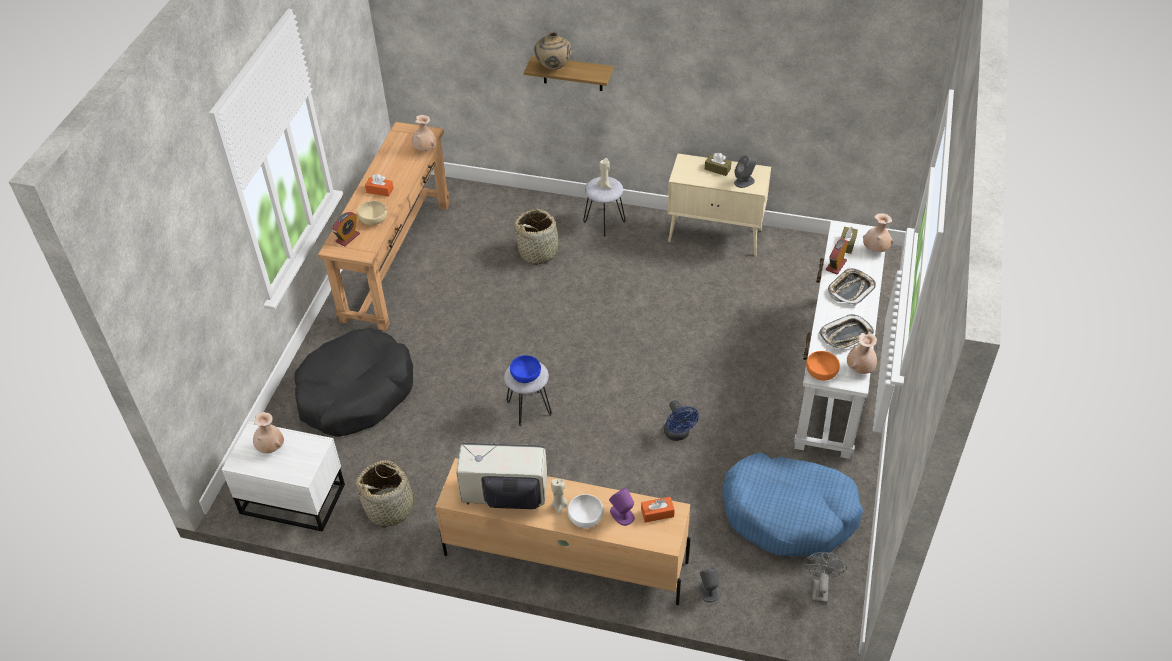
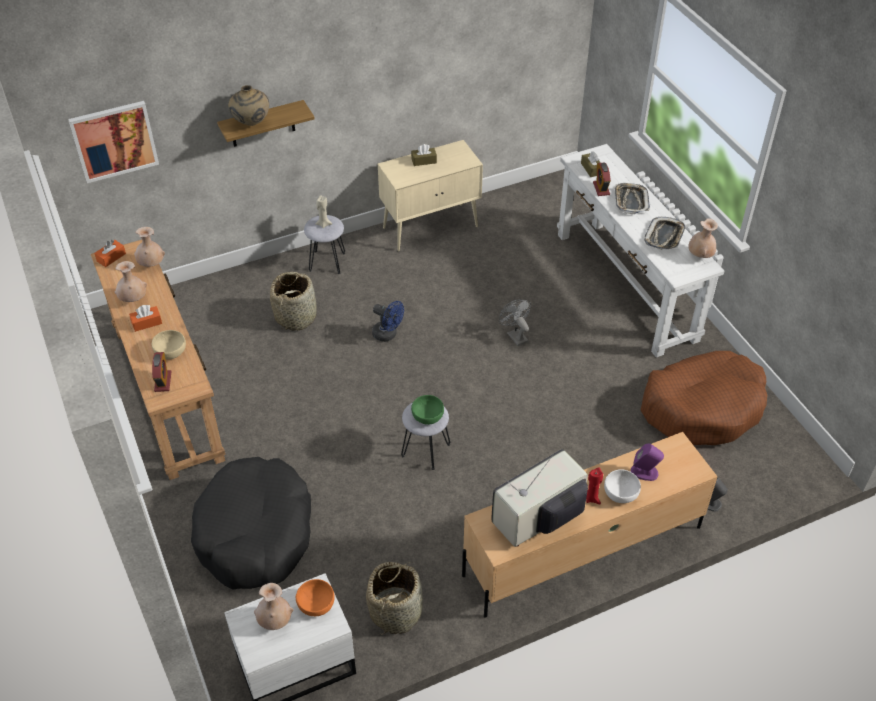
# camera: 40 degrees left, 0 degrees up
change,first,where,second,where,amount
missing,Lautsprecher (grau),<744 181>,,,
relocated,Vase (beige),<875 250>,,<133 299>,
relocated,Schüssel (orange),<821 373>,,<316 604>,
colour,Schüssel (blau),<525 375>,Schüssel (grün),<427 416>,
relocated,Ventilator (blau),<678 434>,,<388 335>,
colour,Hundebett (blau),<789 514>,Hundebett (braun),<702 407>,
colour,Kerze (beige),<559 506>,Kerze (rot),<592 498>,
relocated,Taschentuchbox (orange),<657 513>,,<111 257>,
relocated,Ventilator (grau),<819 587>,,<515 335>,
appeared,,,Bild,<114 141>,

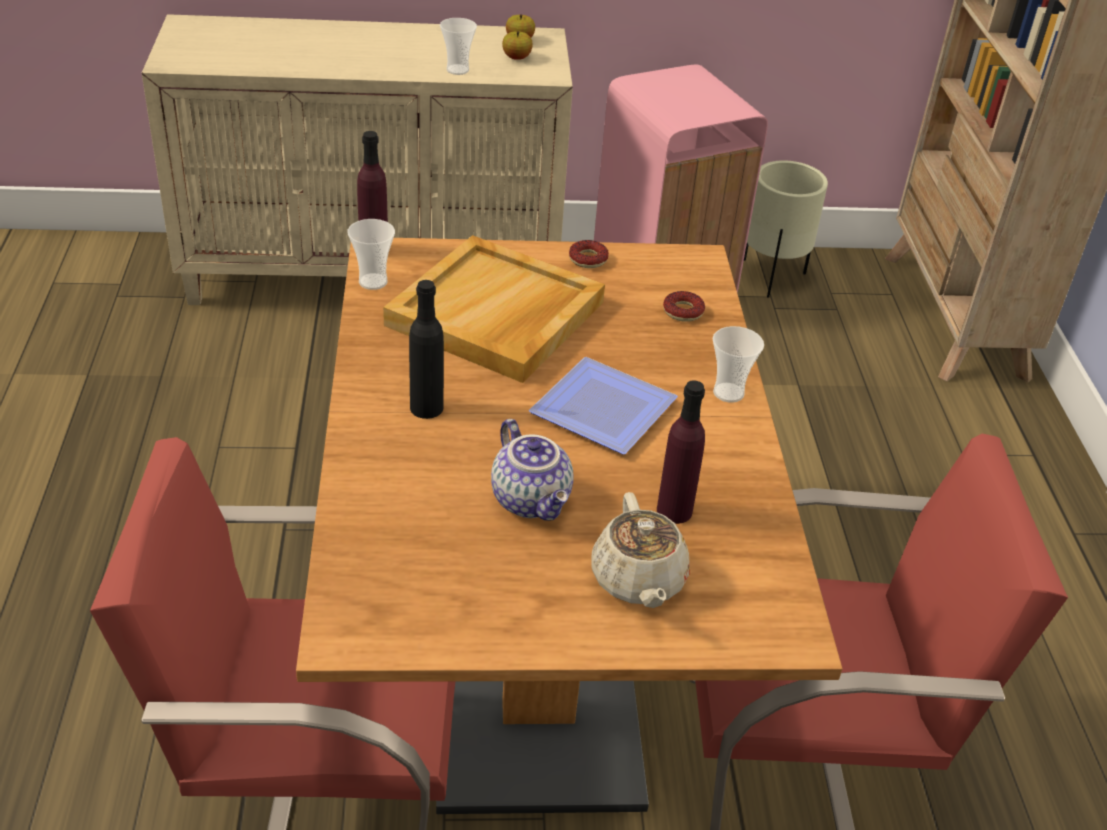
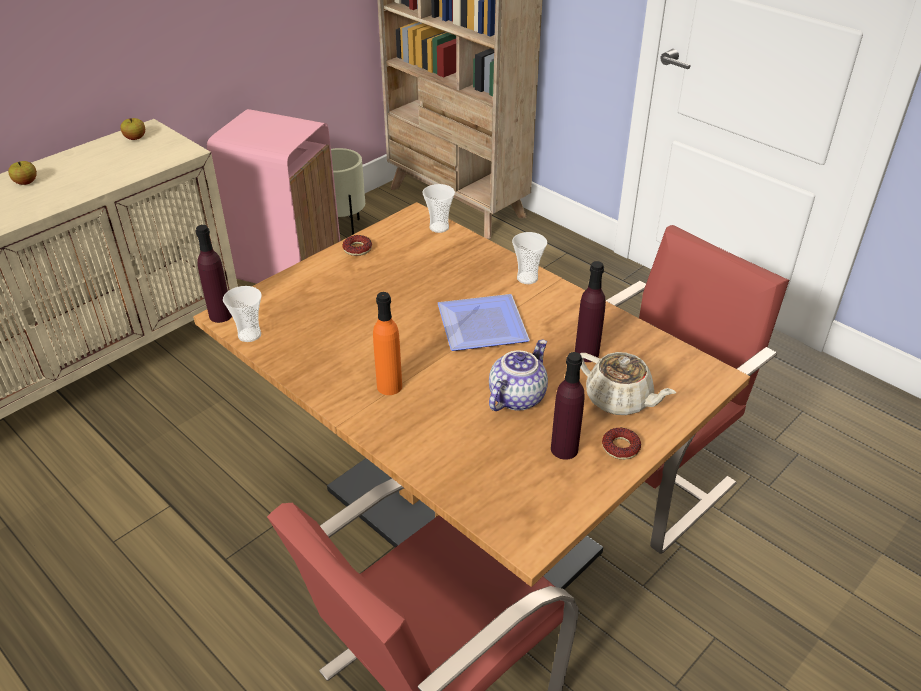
# camera: 40 degrees left, 0 degrees up
change,first,where,second,where,amount
relocated,Tasse,<457 70>,,<439 227>,
relocated,Apfel,<516 58>,,<26 182>,
missing,Tablett (beige),<496 315>,,,
colour,Flasche (schwarz),<426 407>,Flasche (orange),<389 386>,
relocated,Donut,<683 311>,,<620 447>,
spun,Teekanne,<533 500>,,<516 396>,75 degrees counterclockwise
appeared,,,Flasche (lila),<564 449>,

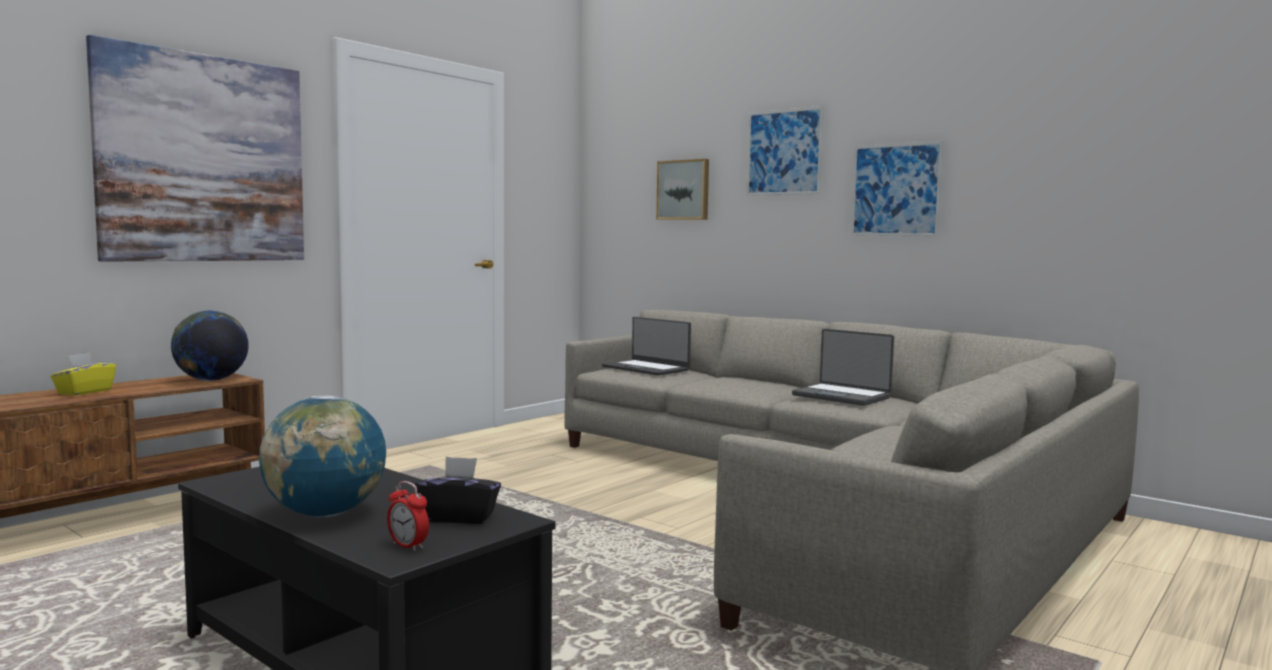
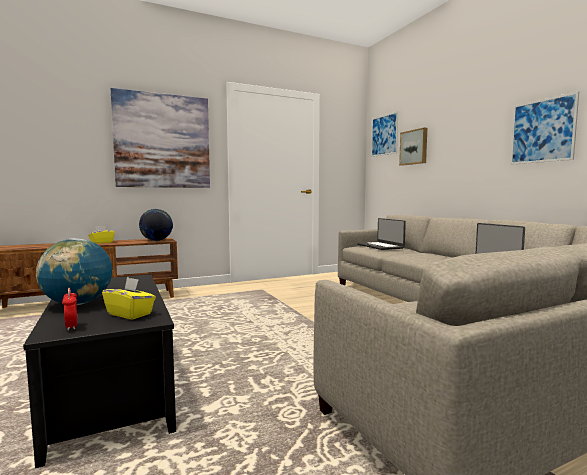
# camera: 25 degrees right, 0 degrees up
change,first,where,second,where,amount
relocated,Bild,<784 152>,,<384 135>,
colour,Taschentuchbox (schwarz),<459 517>,Taschentuchbox (gelb),<130 314>,

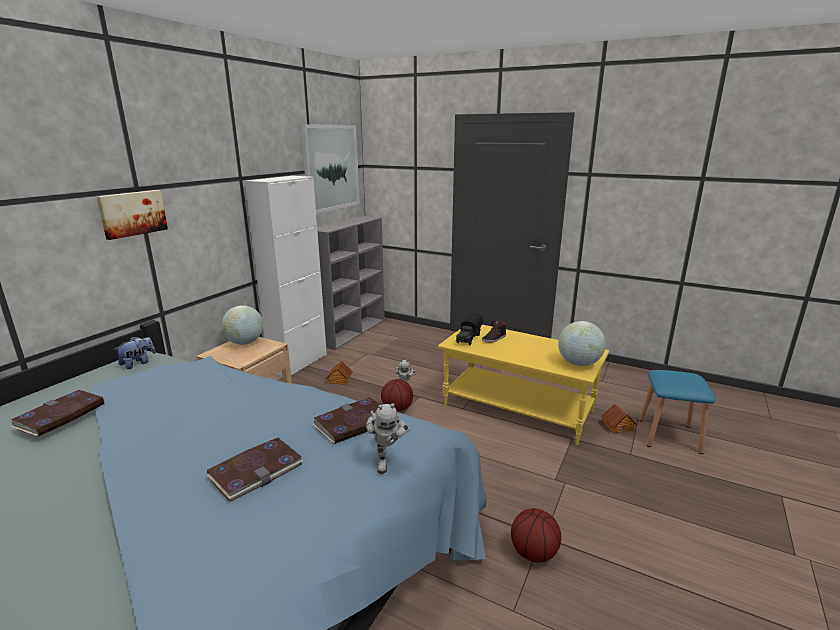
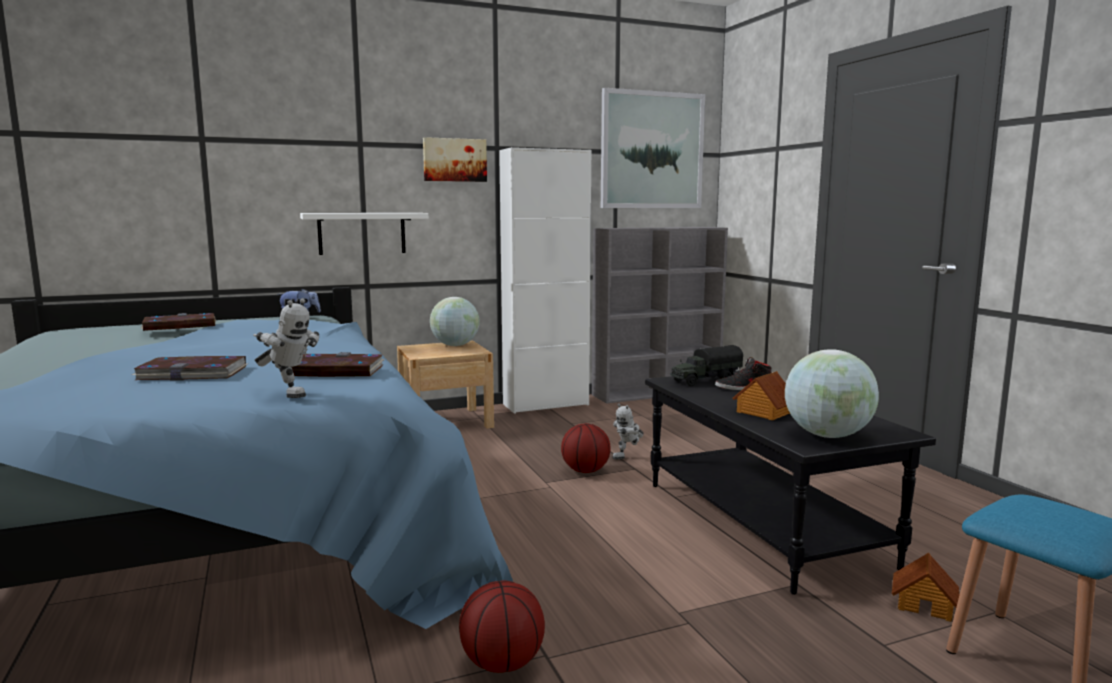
# camera: 40 degrees right, 10 degrees down
change,first,where,second,where,amount
relocated,Bild,<132 213>,,<454 160>,
colour,Couchtisch (gelb),<518 408>,Couchtisch (schwarz),<764 523>,
relocated,Spielzeughaus,<339 380>,,<763 412>,
spun,Spielzeugroboter,<386 460>,,<289 394>,90 degrees counterclockwise
appeared,,,Wandregal (weiß),<362 233>,

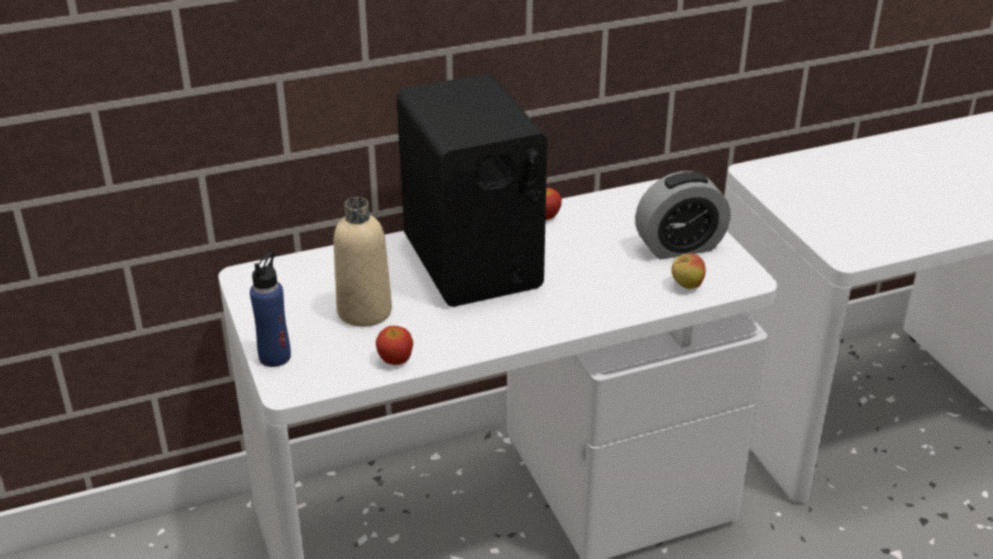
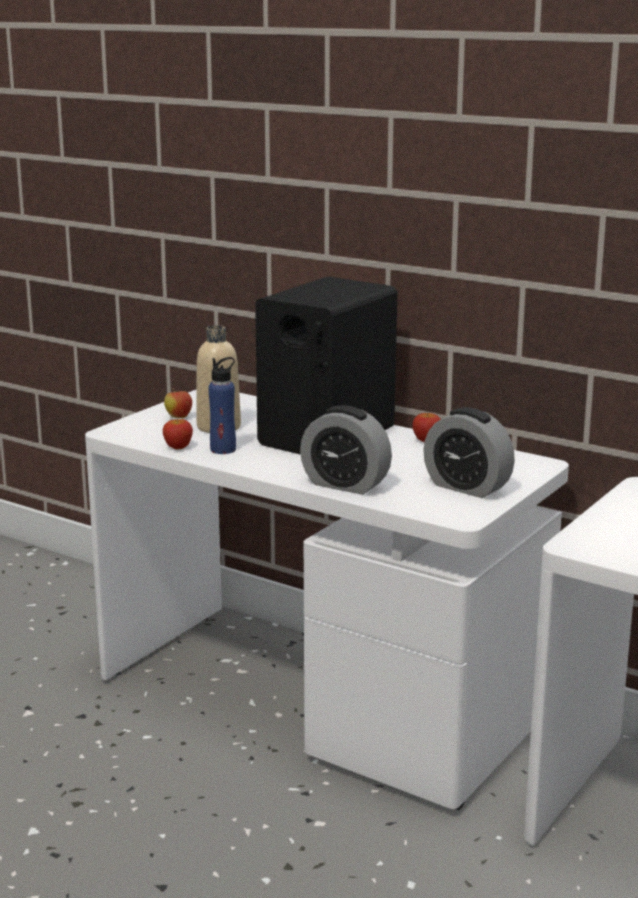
# camera: 55 degrees right, 15 degrees down
change,first,where,second,where,amount
relocated,Flasche (blau),<275 357>,,<223 449>,
relocated,Apfel,<686 286>,,<178 417>,
appeared,,,Wecker,<345 484>,

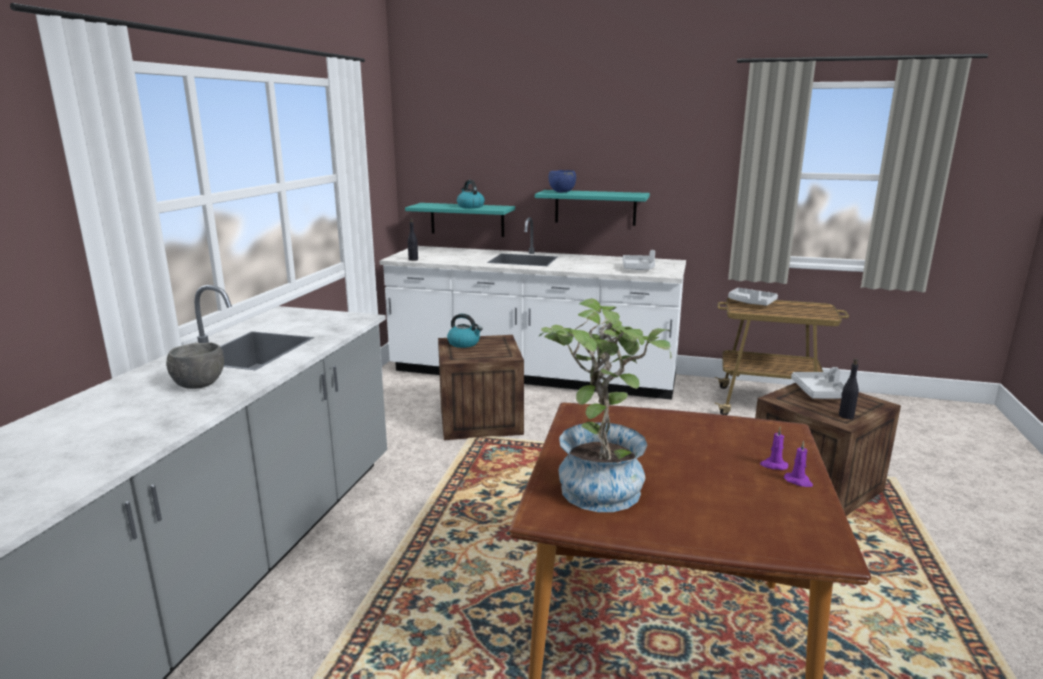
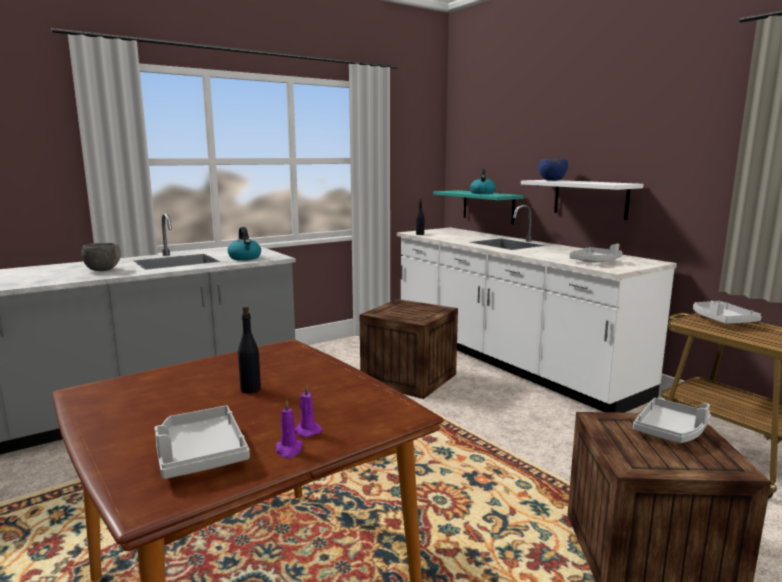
# camera: 40 degrees right, 5 degrees down
change,first,where,second,where,amount
colour,Wandregal (türkis),<595 207>,Wandregal (weiß),<590 198>,
missing,Topfpflanze,<599 483>,,,
relocated,Wasserkessel,<464 343>,,<245 258>,
relocated,Flasche (schwarz),<846 416>,,<250 389>,
appeared,,,Tablett (grau),<200 454>,

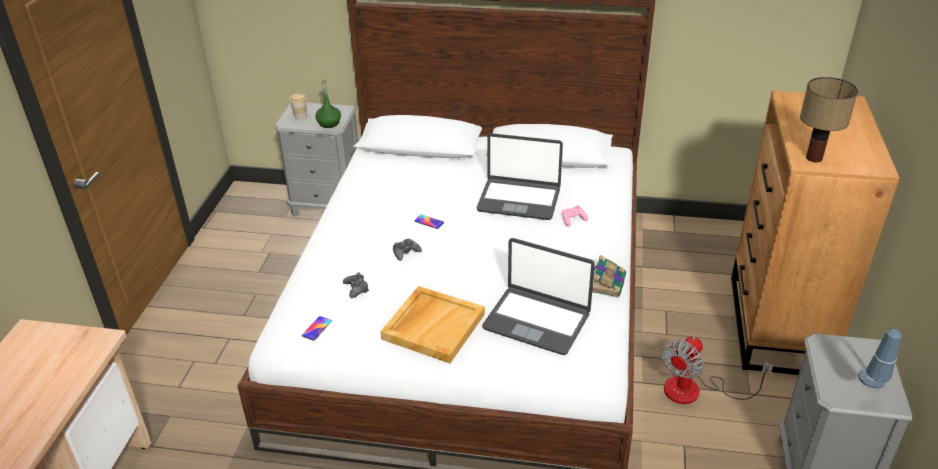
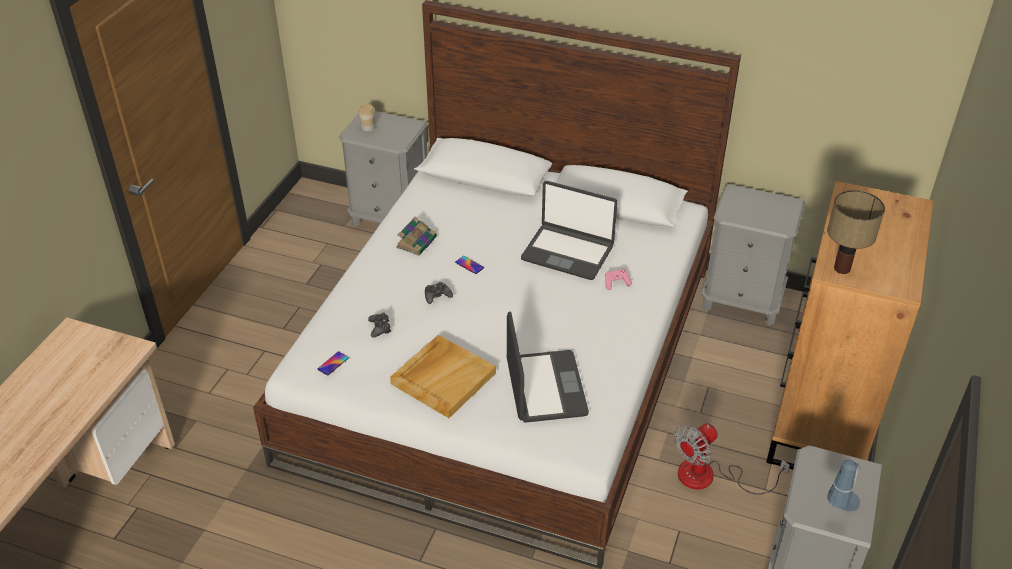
# camera: 10 degrees right, 5 degrees up
change,first,where,second,where,amount
missing,Flasche (grün),<329 123>,,,
spun,Laptop,<537 320>,,<545 387>,135 degrees counterclockwise
relocated,Buch,<607 282>,,<417 242>,
appeared,,,Nachttisch (grau),<742 301>,

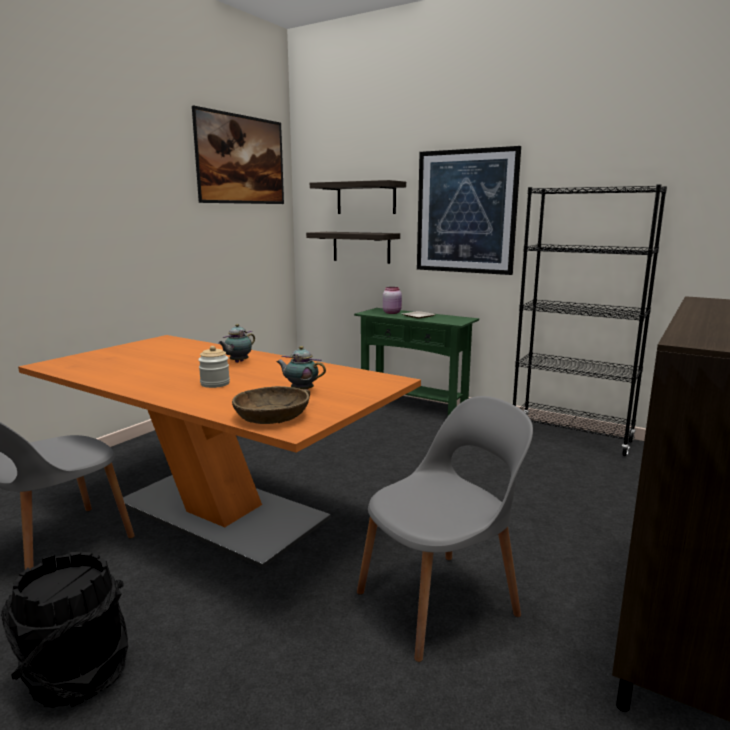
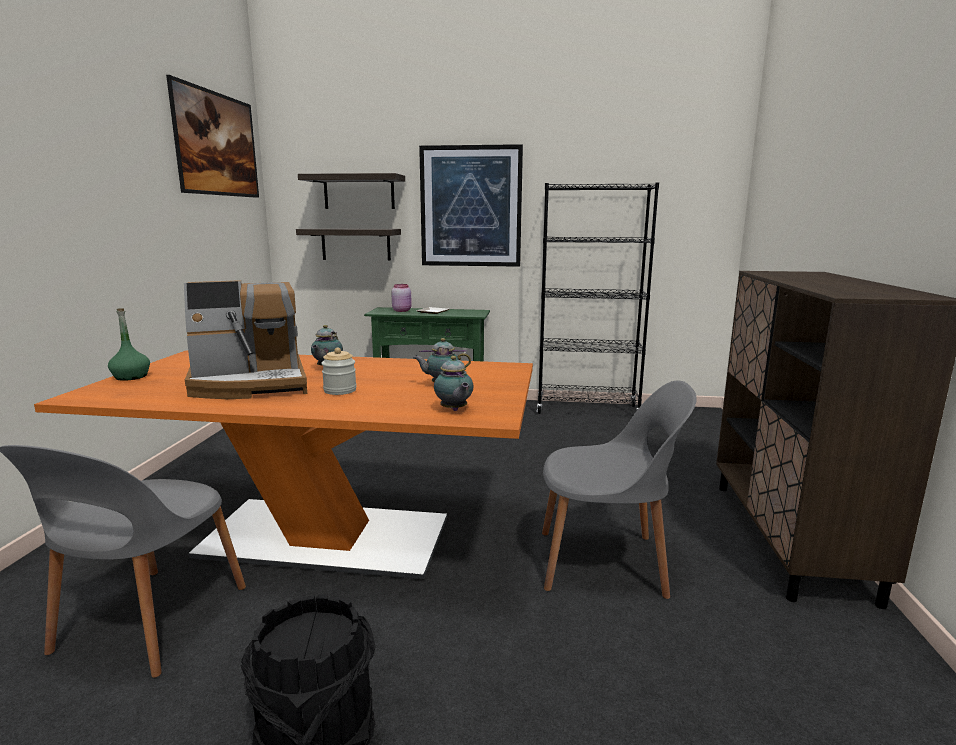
# camera: 25 degrees left, 0 degrees up
change,first,where,second,where,amount
exchanged,Schüssel (braun),<272 415>,Teekanne,<454 410>,
spun,Stuhl (grau),<440 601>,,<605 563>,60 degrees clockwise
appeared,,,Kaffeemaschine,<251 385>,
appeared,,,Flasche (grün),<131 377>,

